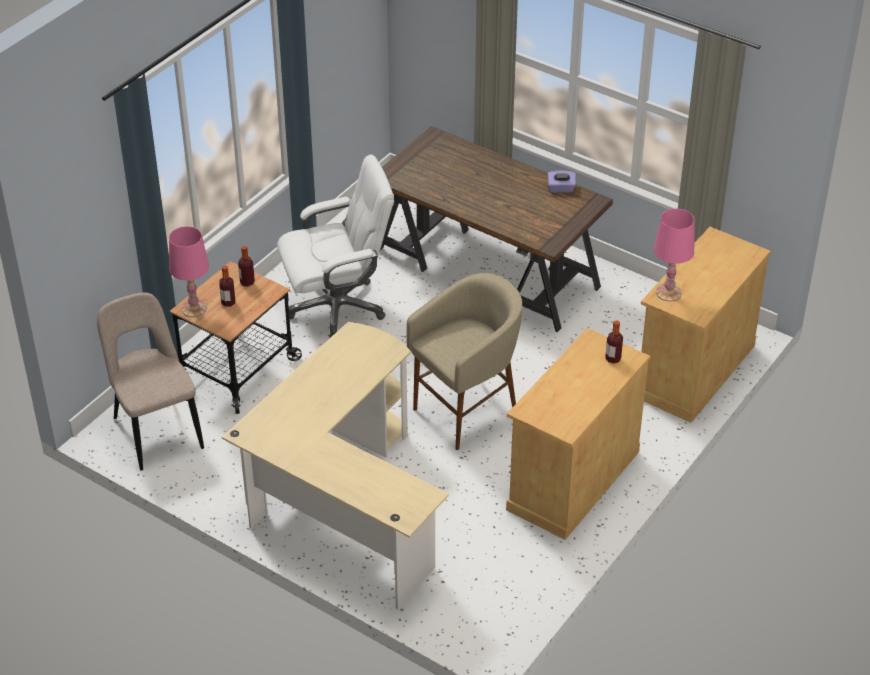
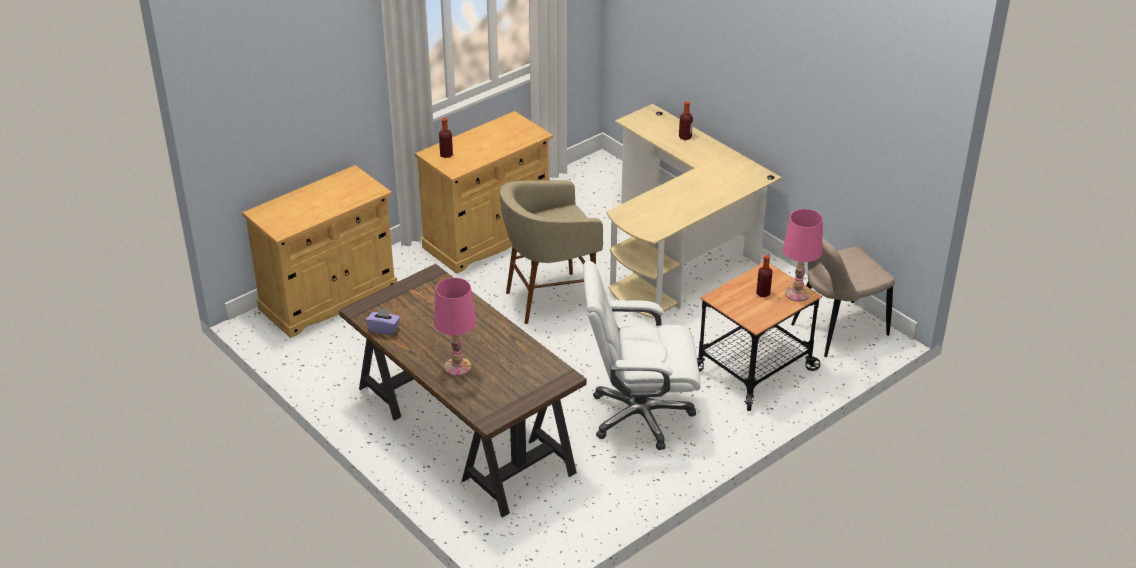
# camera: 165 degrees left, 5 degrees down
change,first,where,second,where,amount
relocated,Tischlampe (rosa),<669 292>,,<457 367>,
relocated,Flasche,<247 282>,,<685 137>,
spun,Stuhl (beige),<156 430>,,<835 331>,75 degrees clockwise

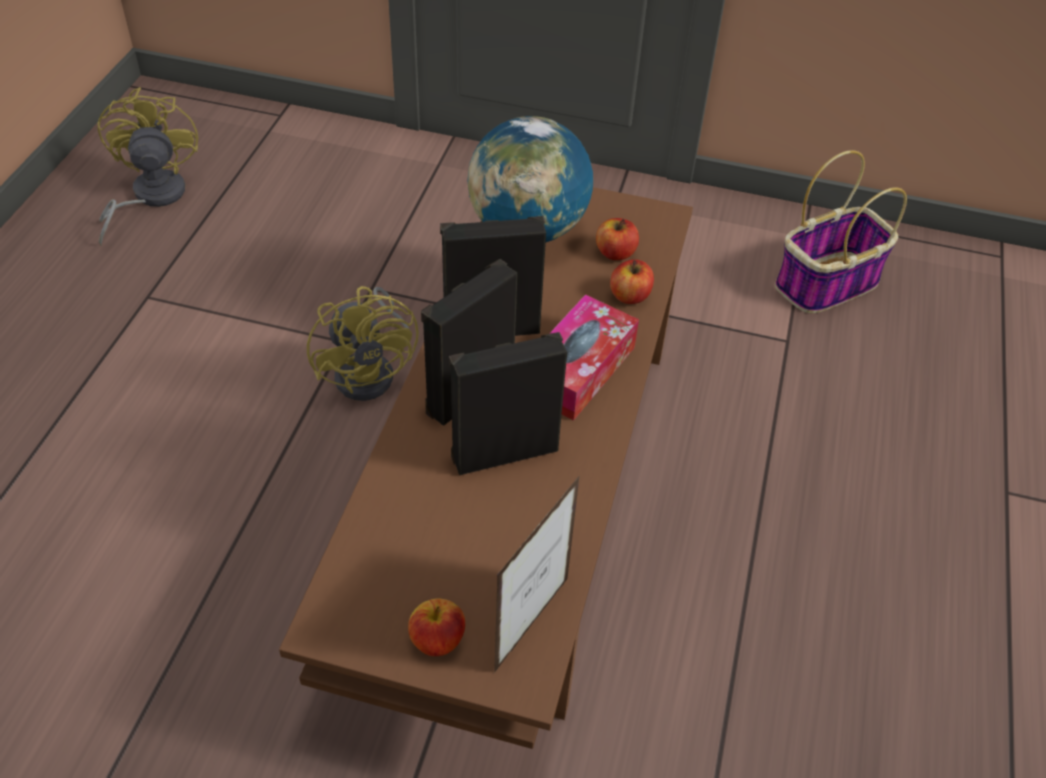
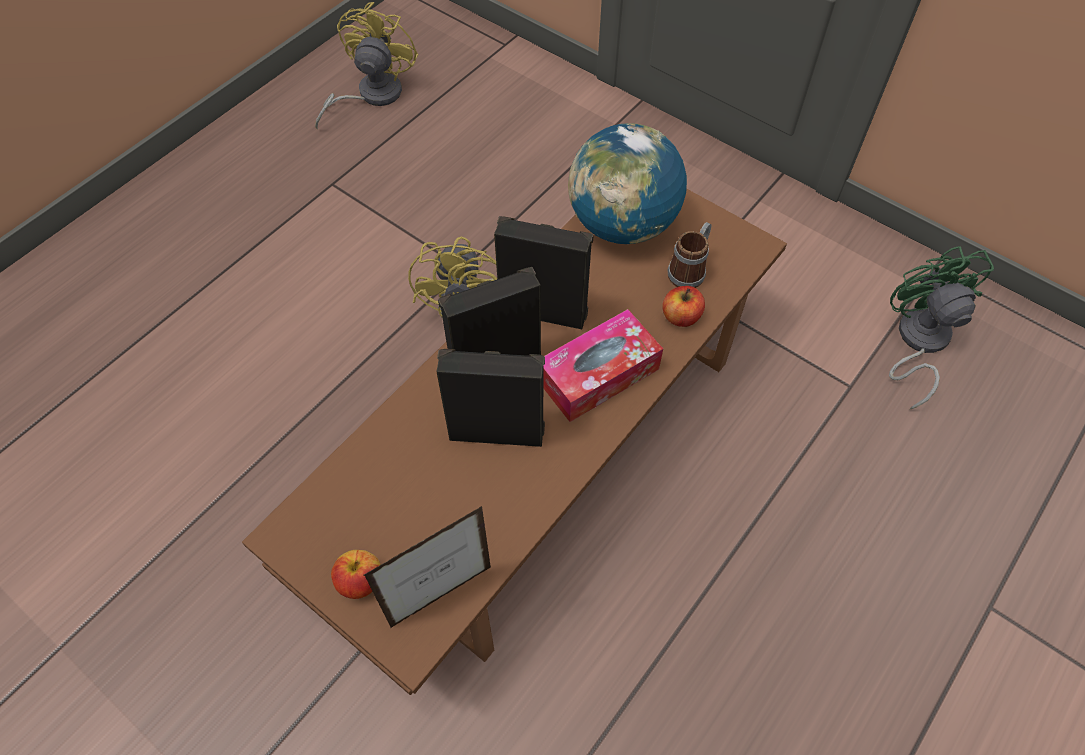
# camera: 25 degrees right, 10 degrees up
change,first,where,second,where,amount
exchanged,Korb,<826 285>,Ventilator (grün),<917 341>,
exchanged,Apfel,<615 253>,Henkelbecher,<689 270>,

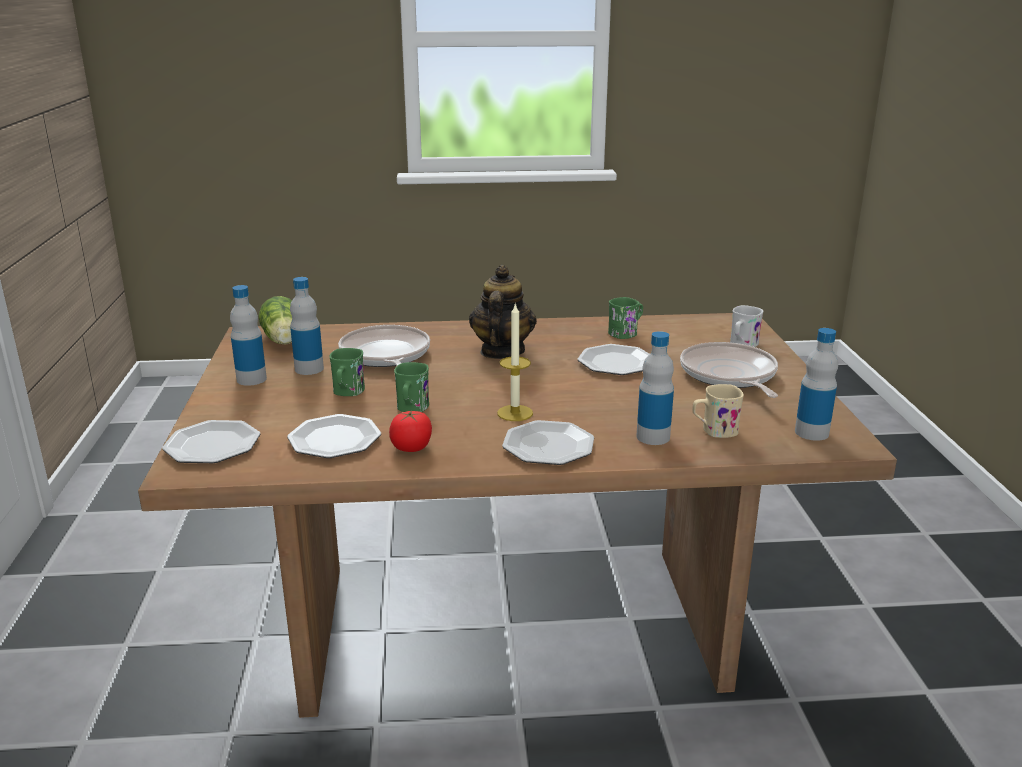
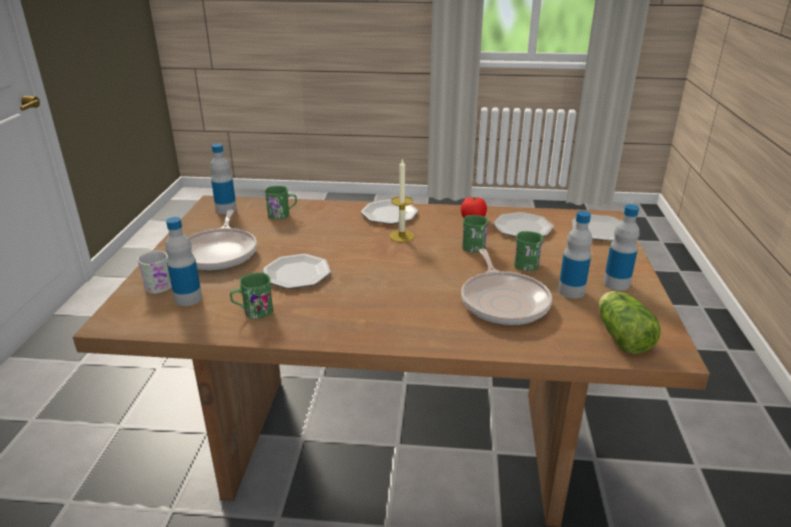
# camera: 170 degrees left, 5 degrees up
change,first,where,second,where,amount
missing,Teekanne,<501 352>,,,
relocated,Flasche,<653 437>,,<188 299>,
colour,Henkelbecher (beige),<714 431>,Henkelbecher (grün),<282 215>,

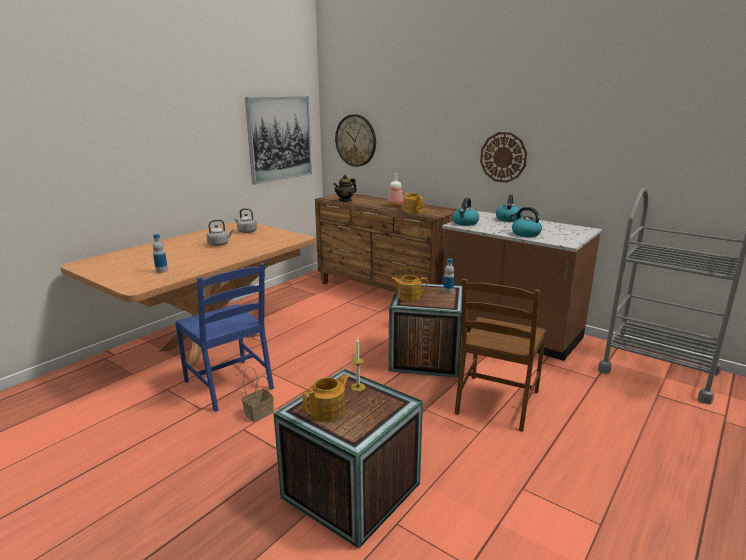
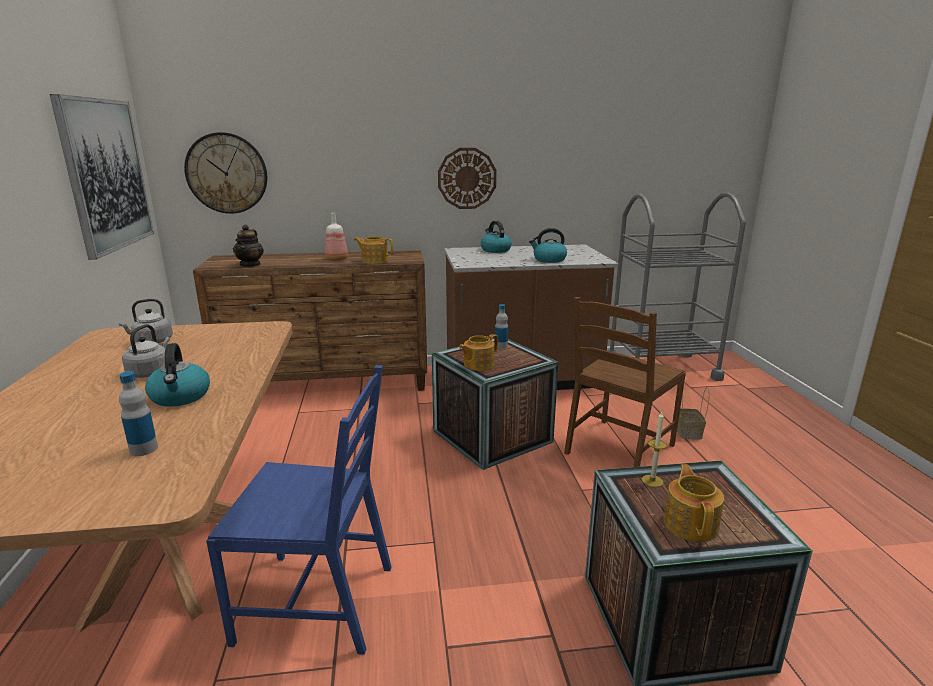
# camera: 45 degrees left, 0 degrees up
change,first,where,second,where,amount
relocated,Wasserkessel,<465 223>,,<180 397>,
spun,Stuhl (braun),<496 402>,,<618 449>,60 degrees clockwise
relocated,Korb,<259 412>,,<687 432>,

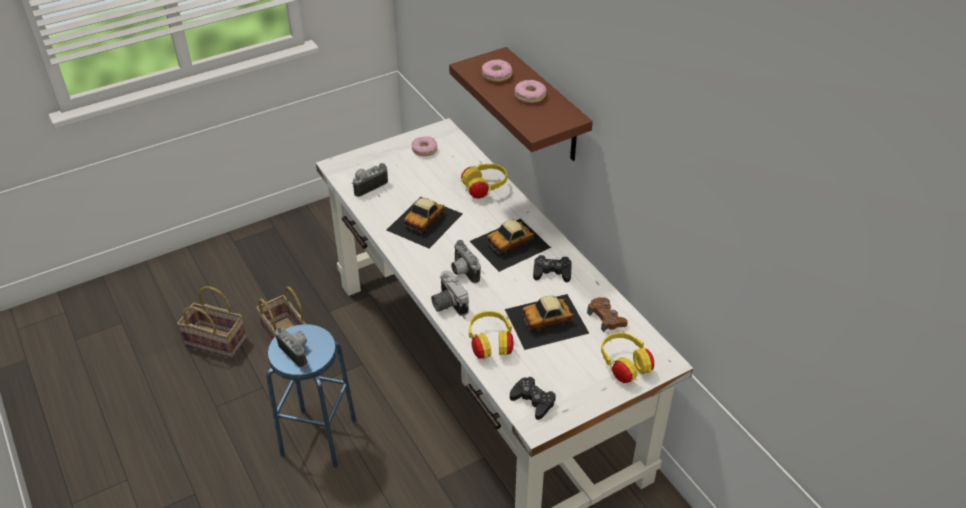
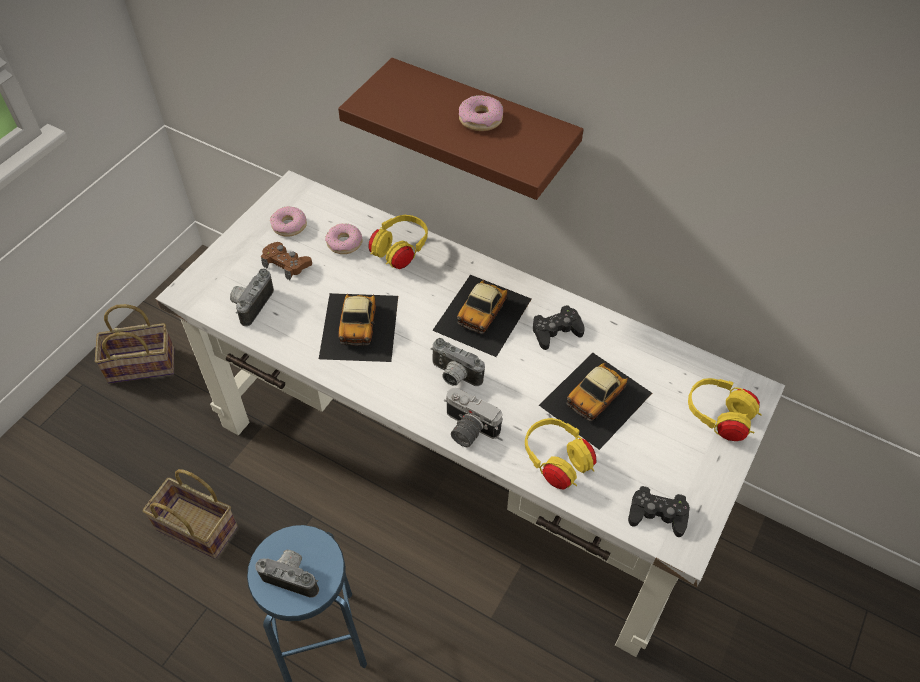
# camera: 30 degrees left, 10 degrees up
change,first,where,second,where,amount
relocated,Donut,<497 75>,,<344 243>,
relocated,Korb,<217 341>,,<143 364>,
relocated,Gamepad (braun),<606 318>,,<286 264>,

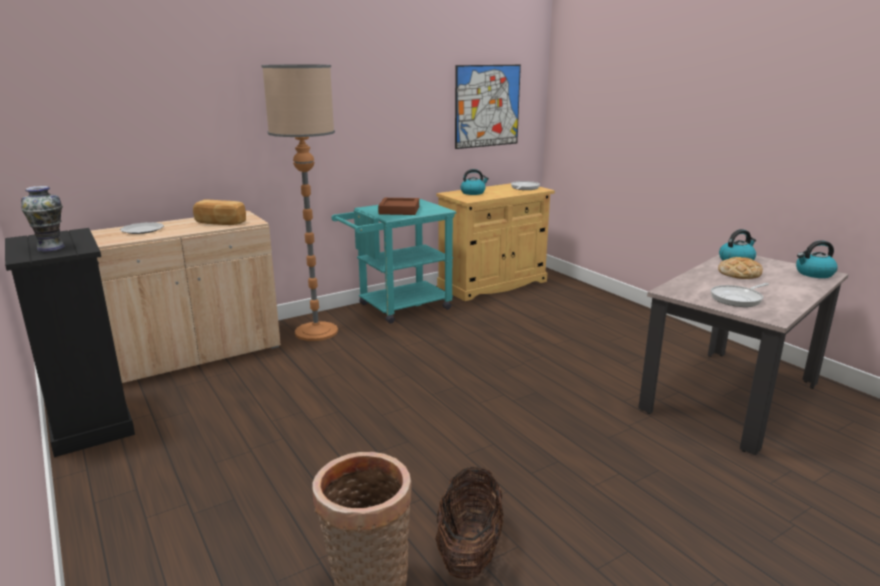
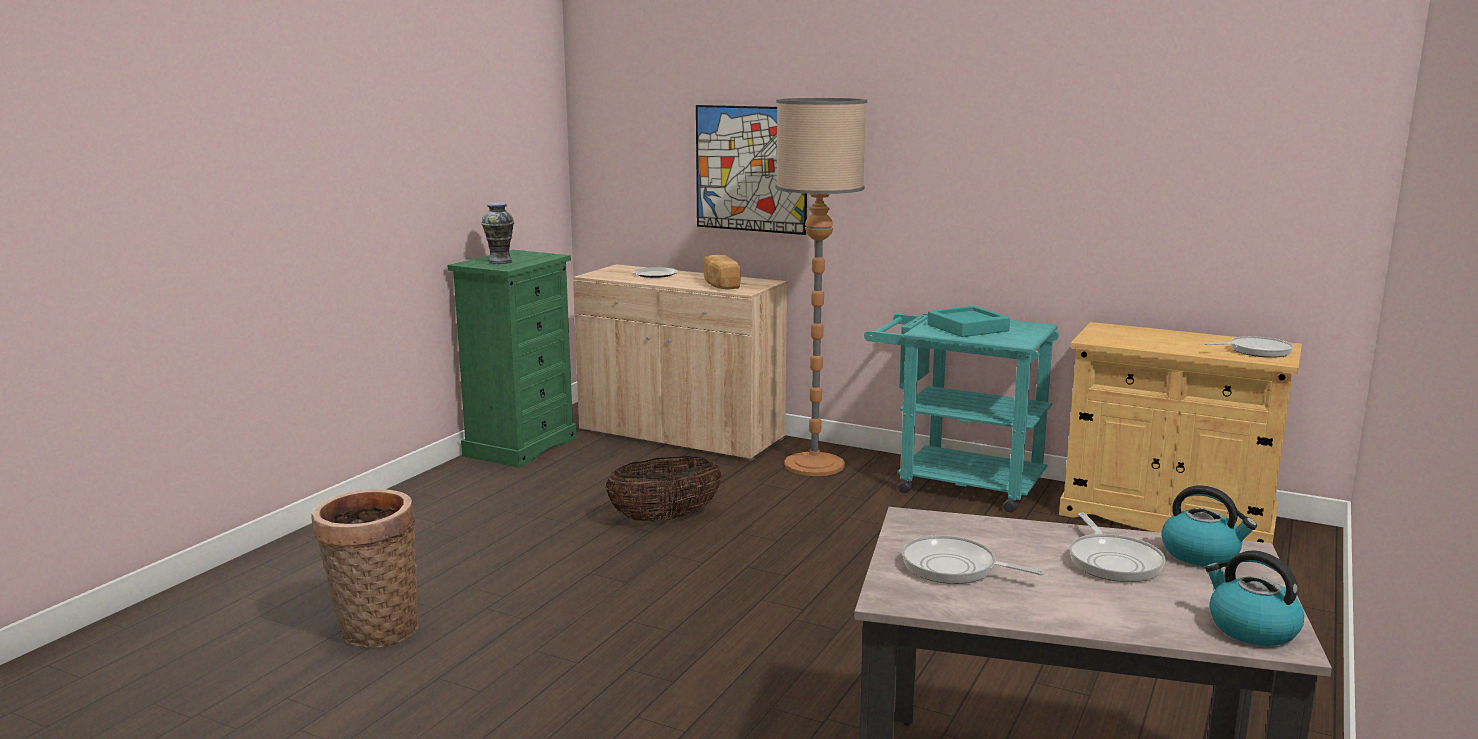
# camera: 60 degrees right, 5 degrees down
change,first,where,second,where,amount
relocated,Bild,<487 106>,,<751 169>,
missing,Wasserkessel,<473 193>,,,
colour,Tablett (braun),<399 210>,Tablett (türkis),<967 328>,
colour,Kommode (schwarz),<90 423>,Kommode (grün),<520 447>,
exchanged,Brot,<739 273>,Pfanne,<1113 561>,
relocated,Korb,<469 551>,,<665 518>,

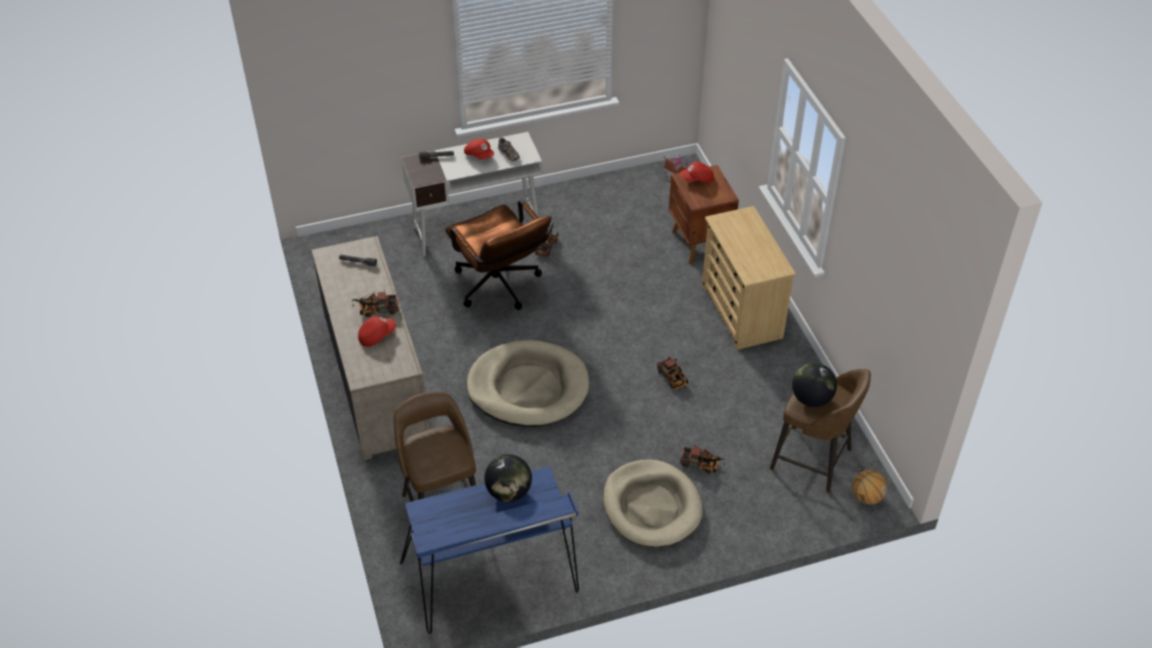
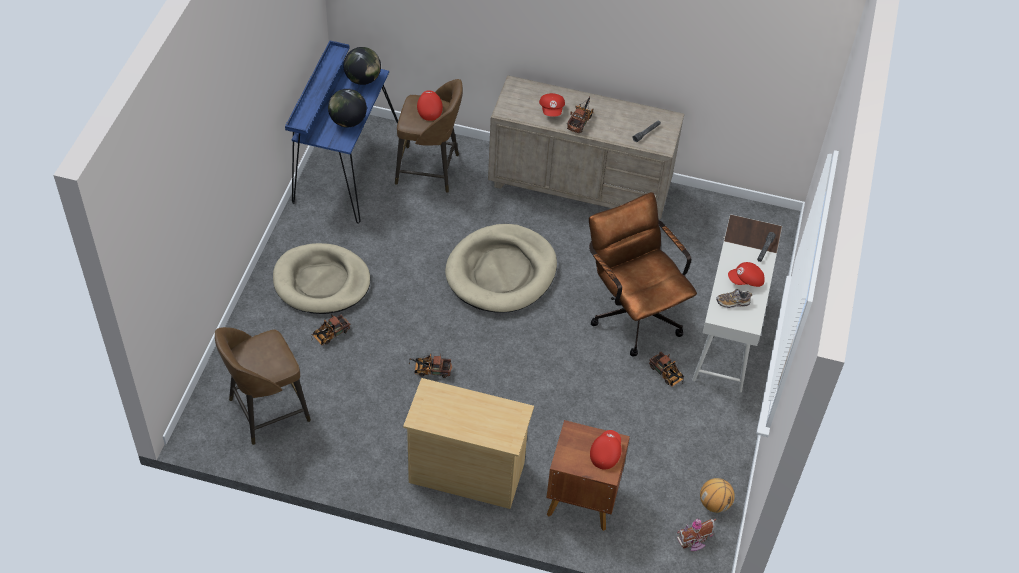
# camera: 120 degrees right, 5 degrees up
change,first,where,second,where,amount
spun,Bürostuhl (braun),<500 288>,,<633 312>,60 degrees clockwise
relocated,Globus,<811 399>,,<362 79>,
relocated,Basketball,<866 497>,,<714 503>,
appeared,,,Kappe (rot),<429 109>,

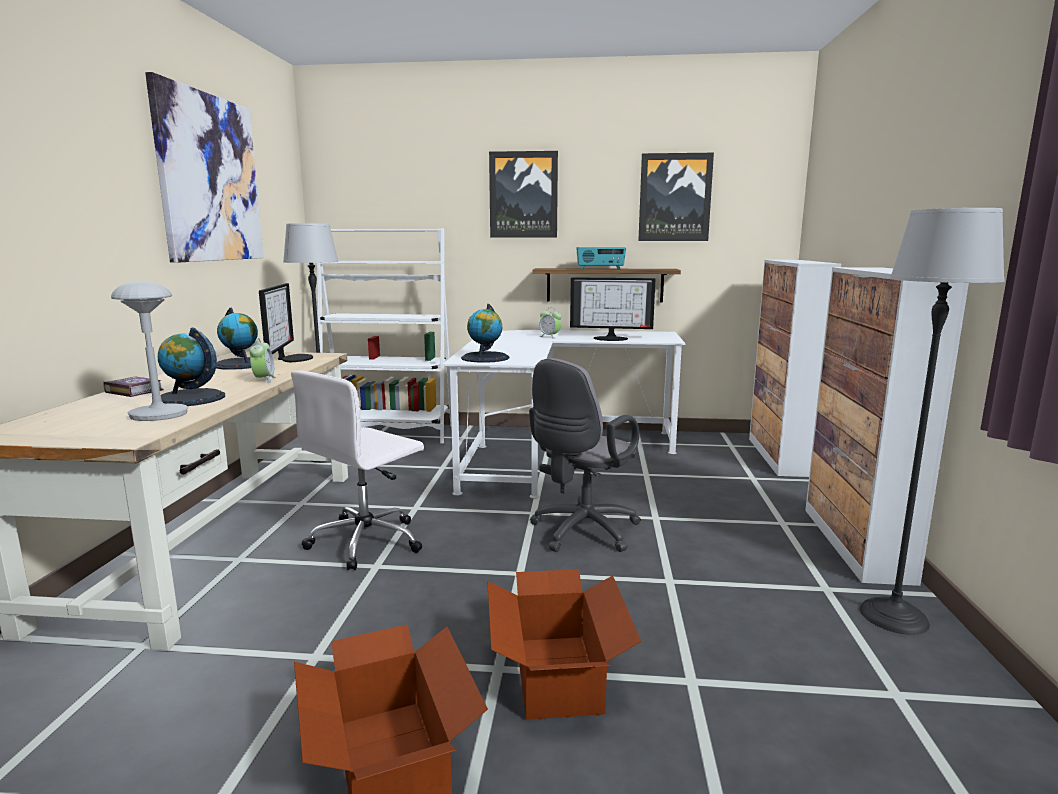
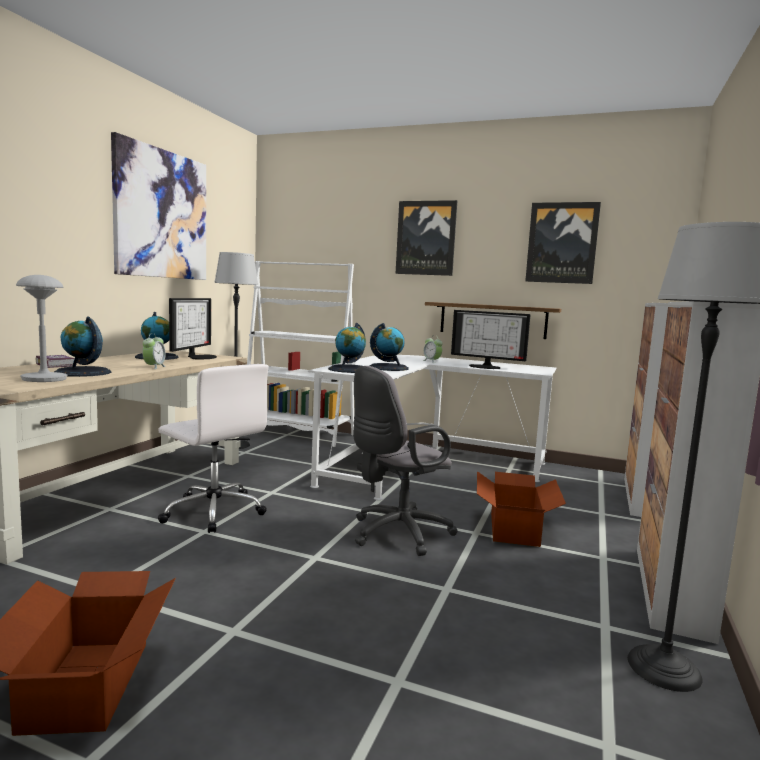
# camera: 15 degrees right, 5 degrees down
change,first,where,second,where,amount
missing,Radio,<600 269>,,,
spun,Bürostuhl (weiß),<367 541>,,<213 511>,105 degrees counterclockwise
relocated,Karton,<558 674>,,<515 529>,
appeared,,,Globus,<388 368>,

